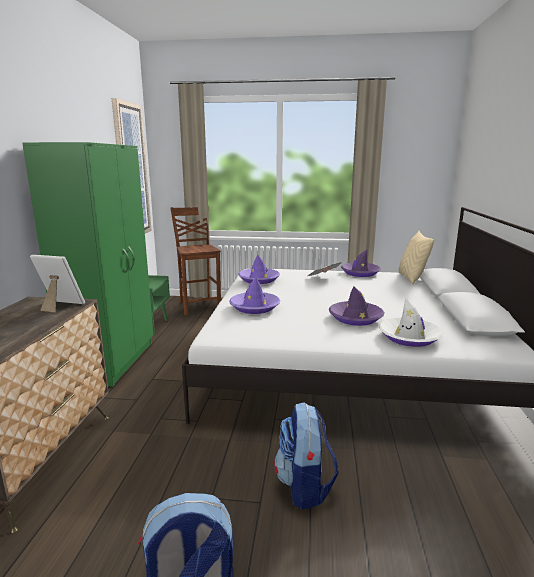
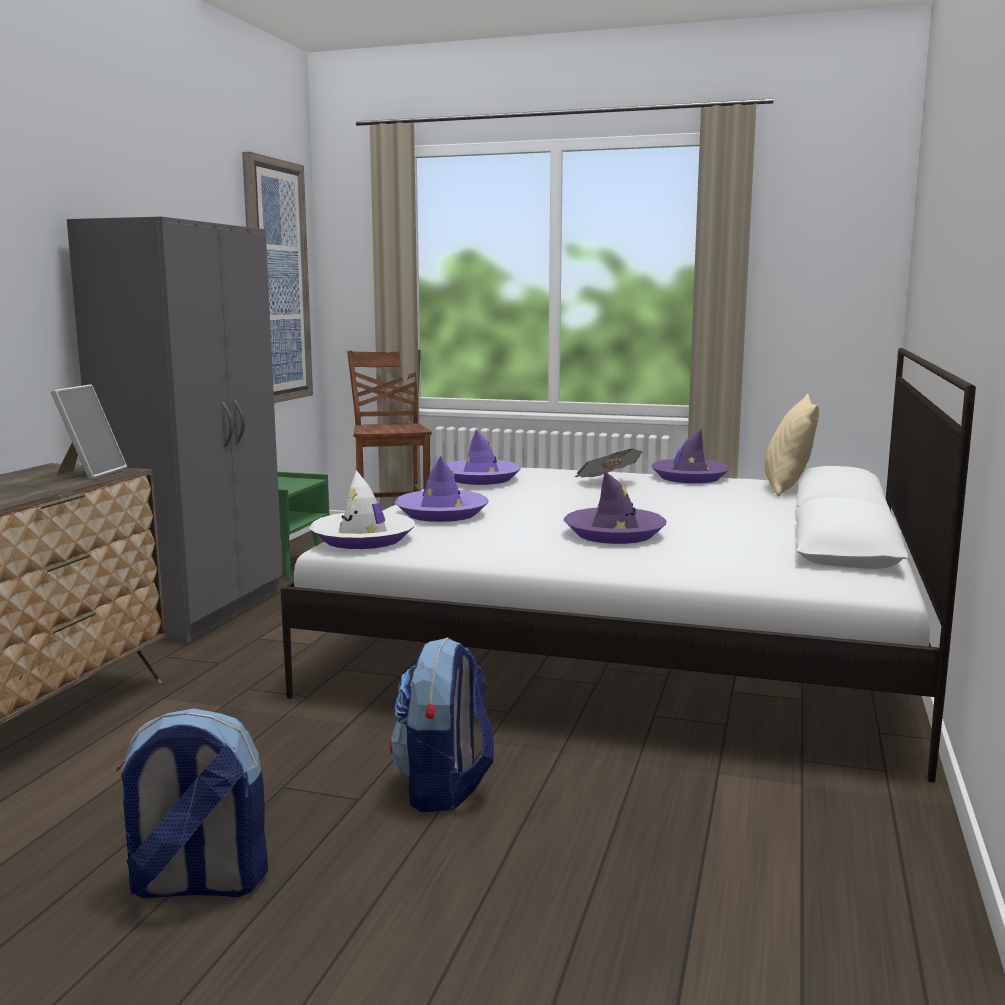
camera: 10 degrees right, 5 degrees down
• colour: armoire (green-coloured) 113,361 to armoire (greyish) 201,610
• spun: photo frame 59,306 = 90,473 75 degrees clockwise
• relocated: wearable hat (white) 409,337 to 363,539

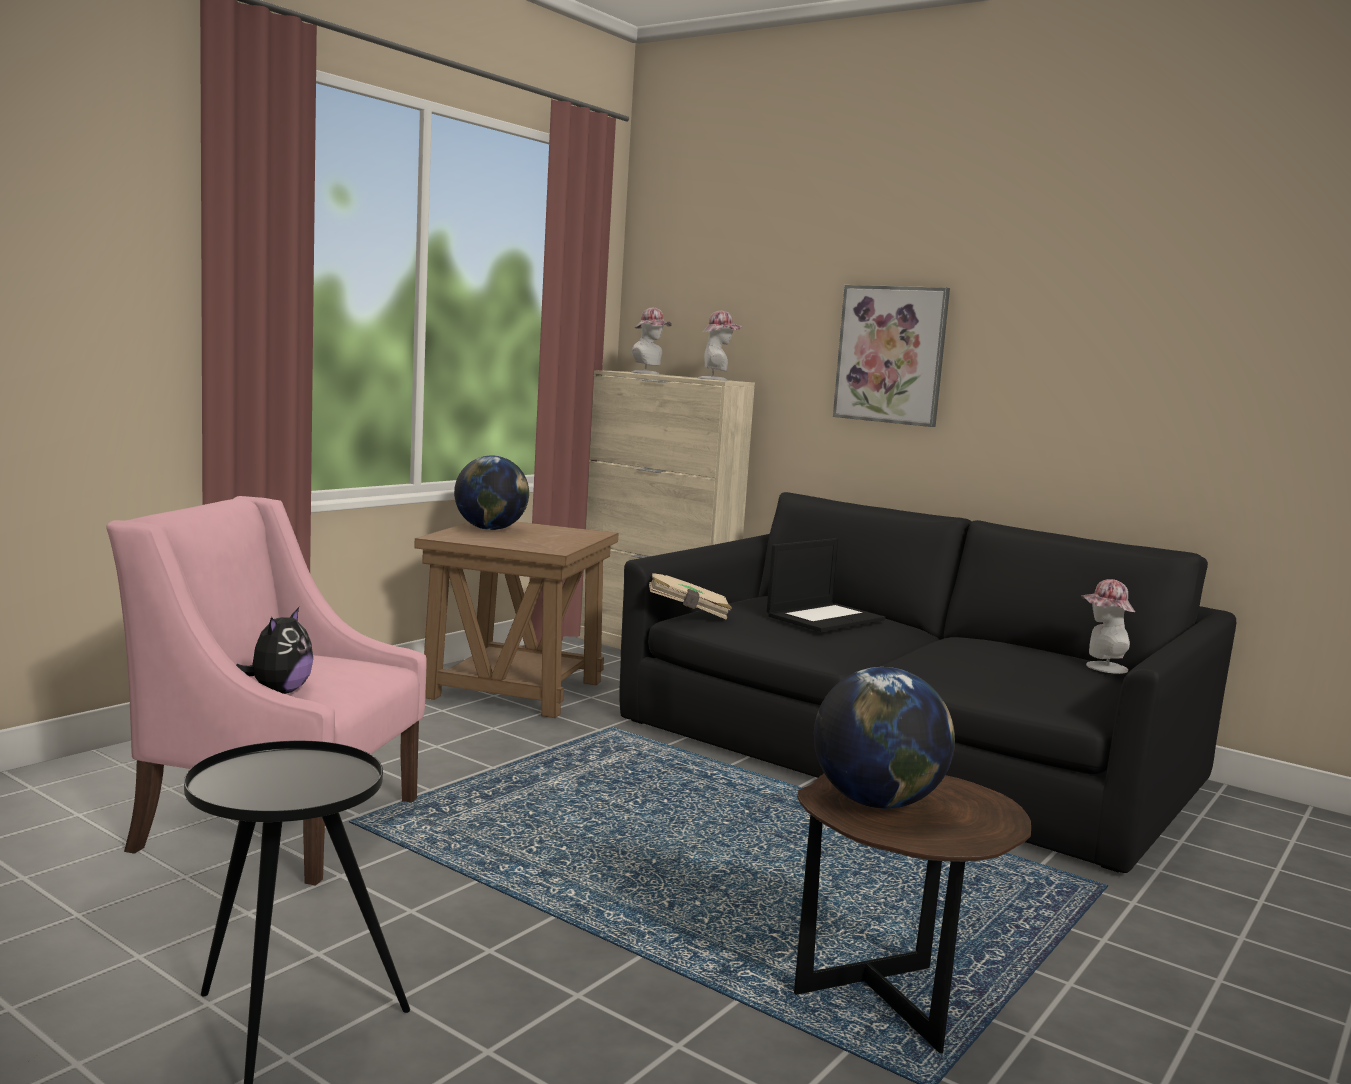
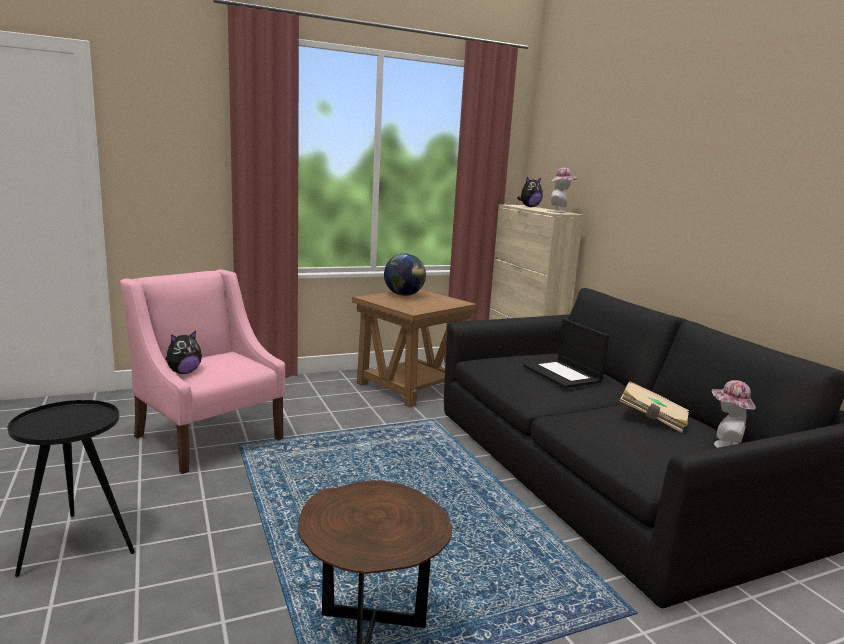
camera: 30 degrees right, 5 degrees up
• exchanged: wearable hat 649,373 to plush toy 529,207
• relocated: bound book (beige) 687,612 to 652,419
• spun: laptop 825,617 = 563,374 75 degrees clockwise
• missing: world globe 877,803
• missing: picture 891,354

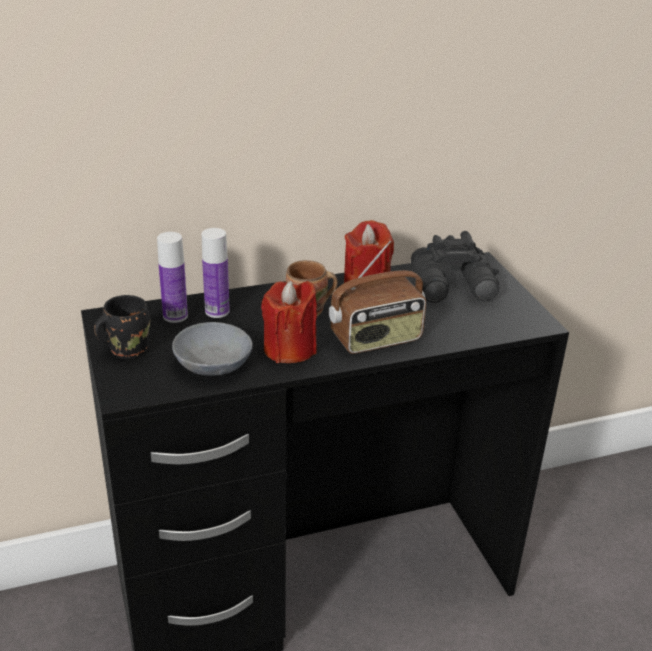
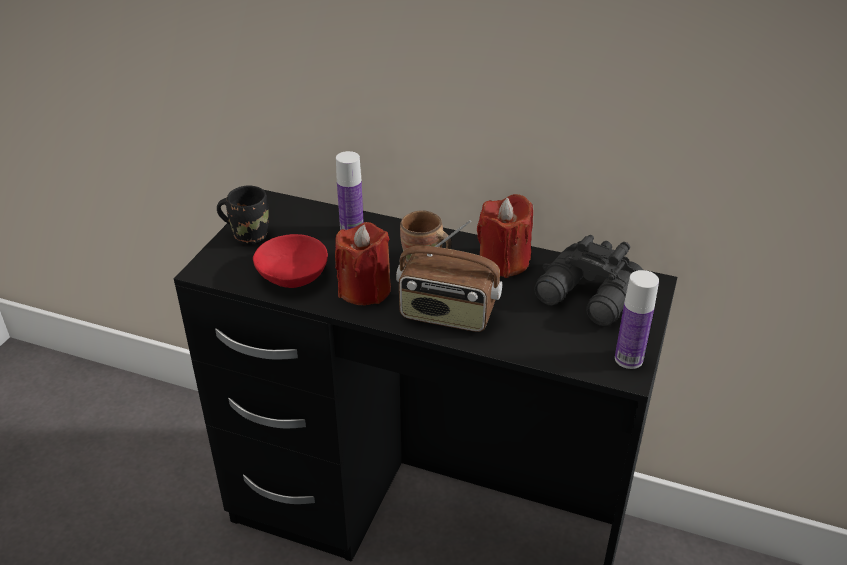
camera: 40 degrees right, 5 degrees up
• relocated: bottle 175,316 to 628,359
• colour: serving bowl (greyish) 215,363 to serving bowl (red) 295,275

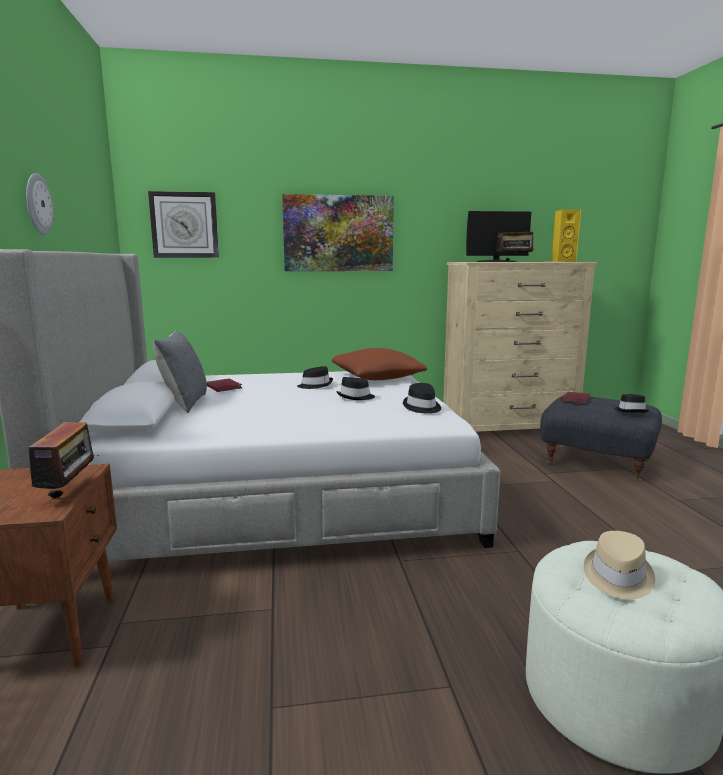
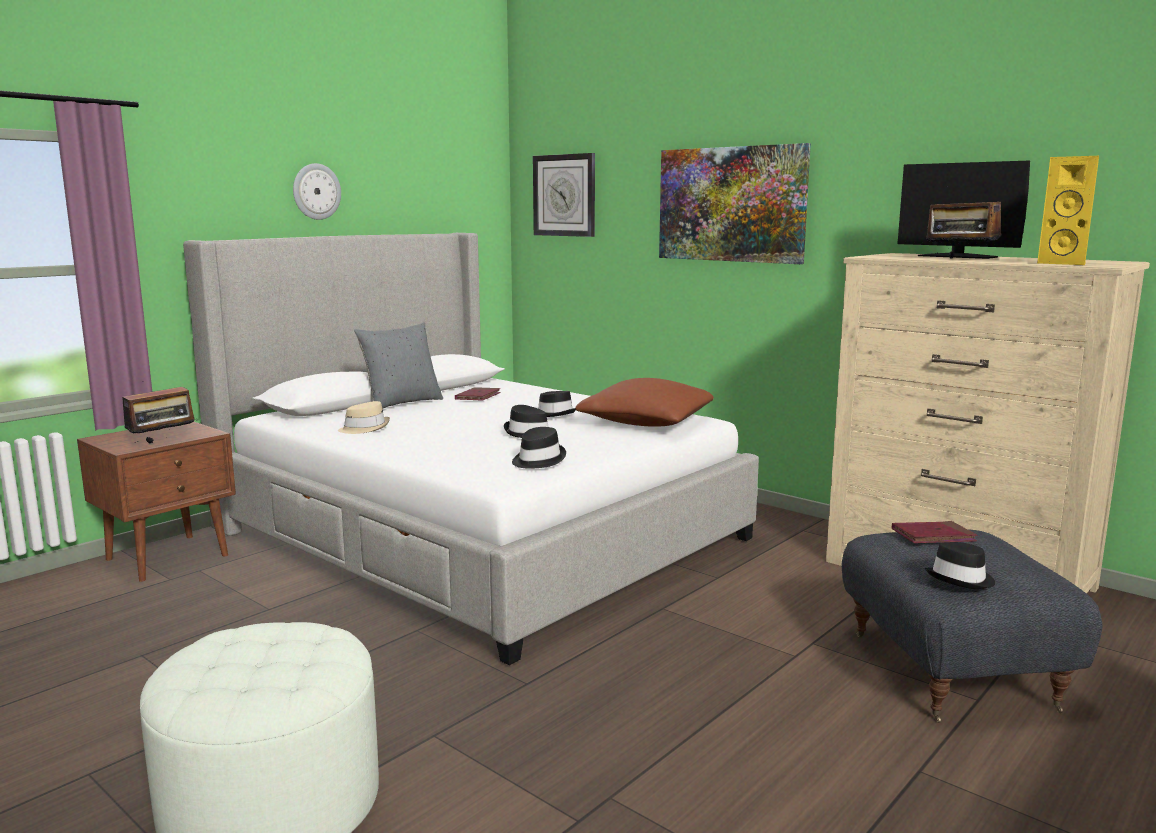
camera: 50 degrees right, 0 degrees up
• relocated: wearable hat (beige) 617,576 to 364,428

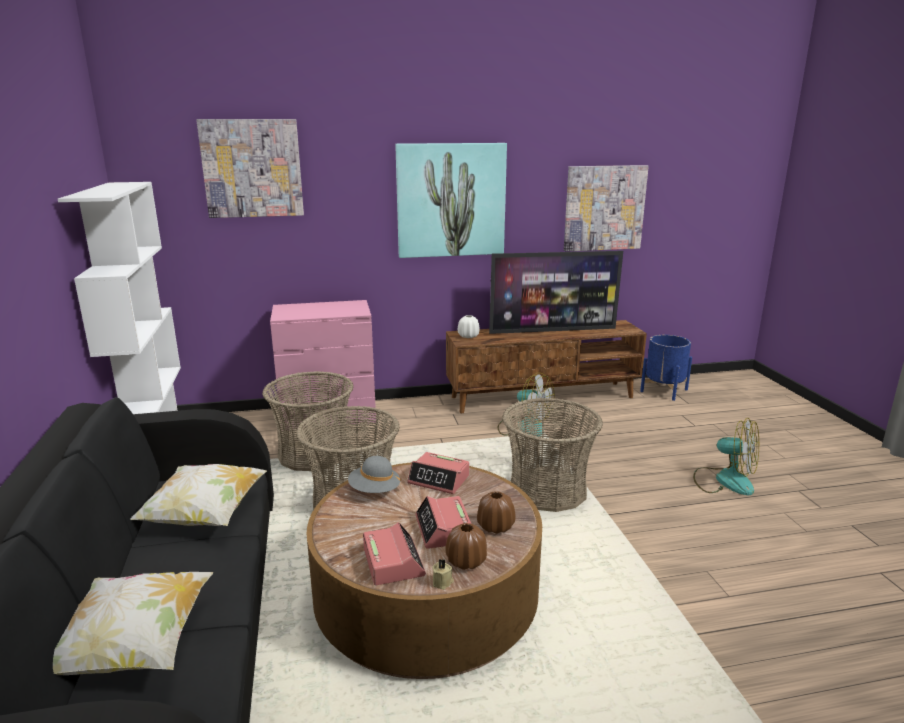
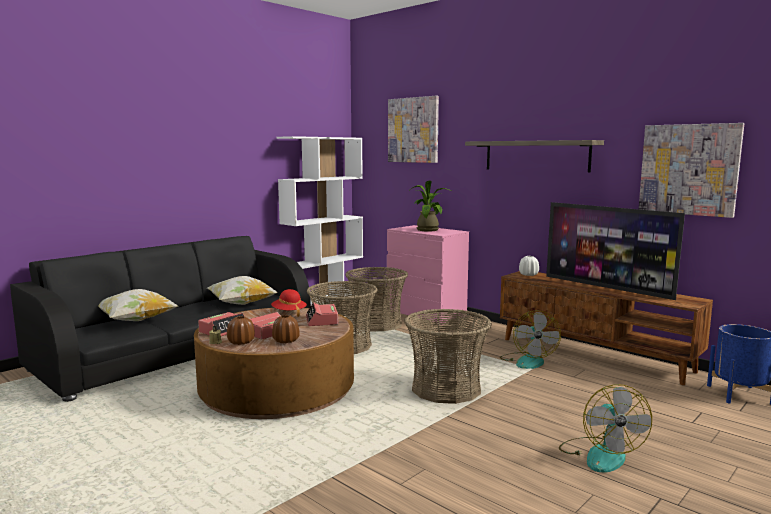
camera: 55 degrees right, 10 degrees down
• colour: wearable hat (greyish) 374,491 to wearable hat (red) 289,313
• exchanged: picture 451,200 to shelf 536,156
• appeared: houseplant 428,229

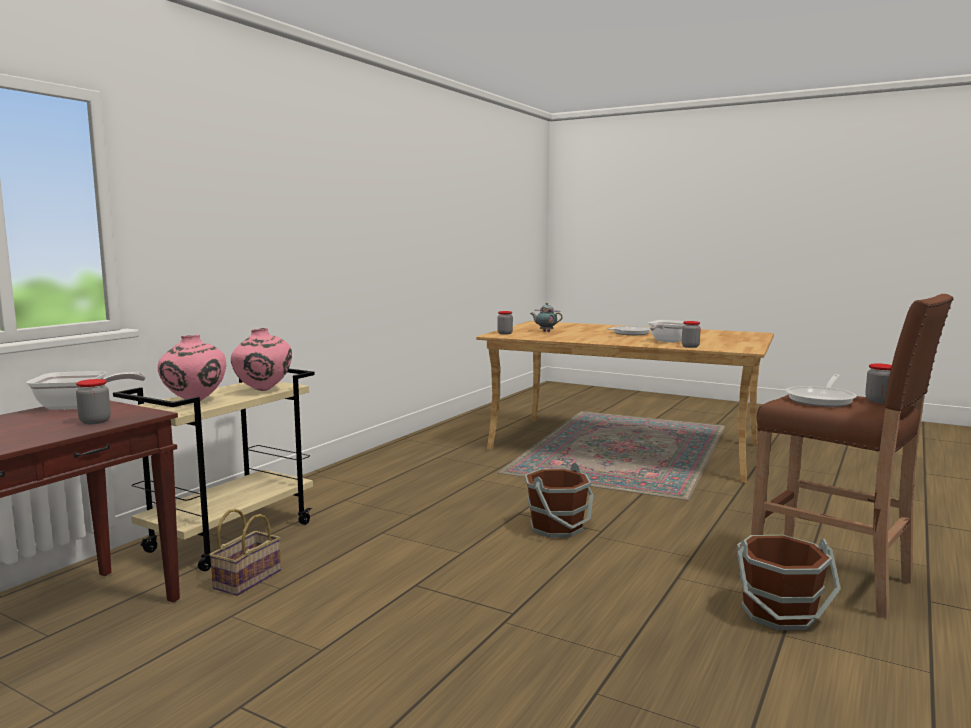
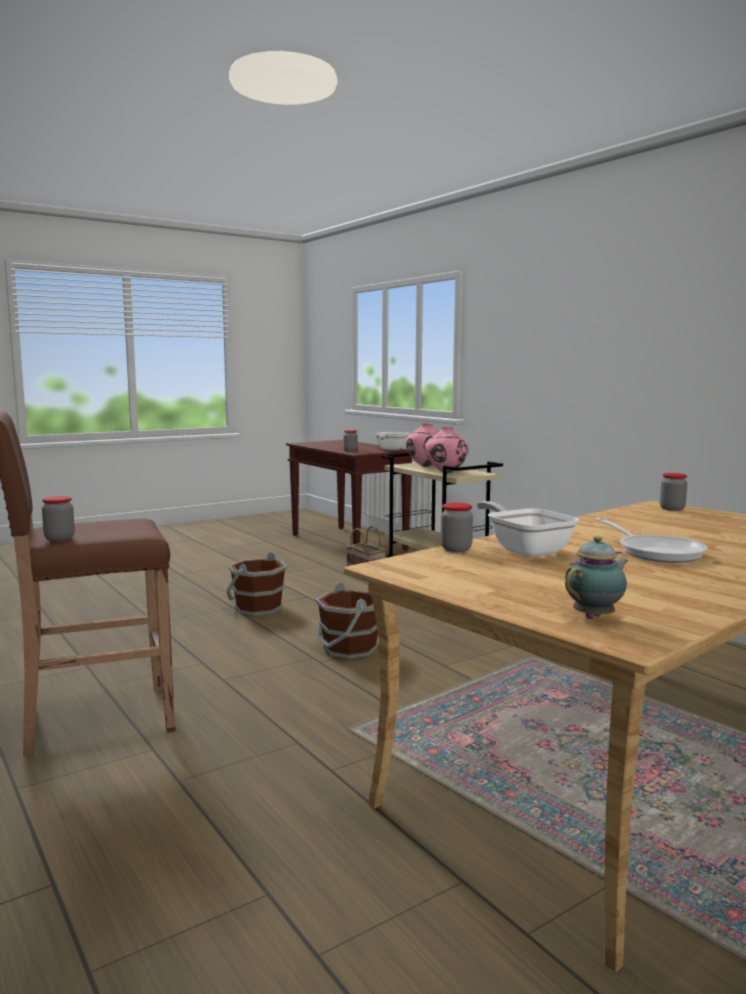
camera: 115 degrees right, 0 degrees up
• relocated: tea pot 545,331 to 595,616
• relocated: water bucket (brownish) 780,614 to 257,608
• missing: frying pan 822,399

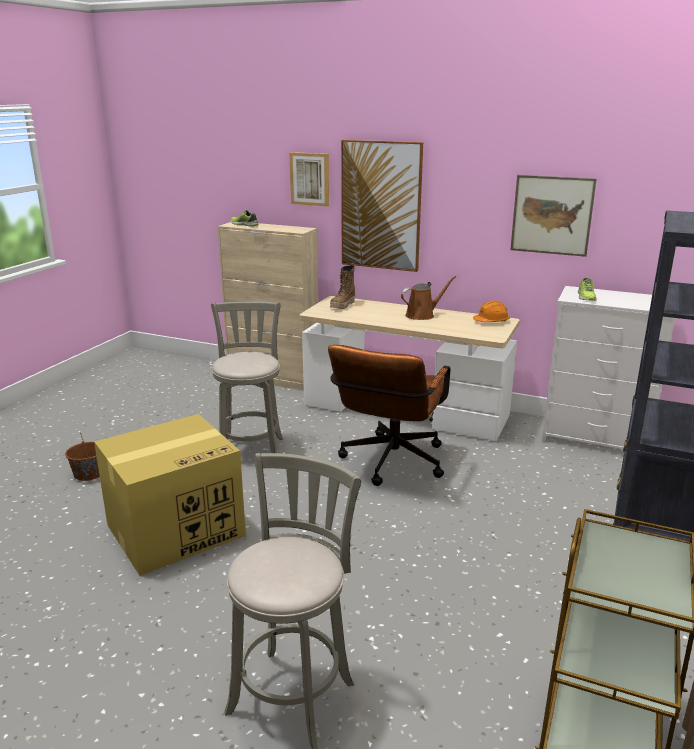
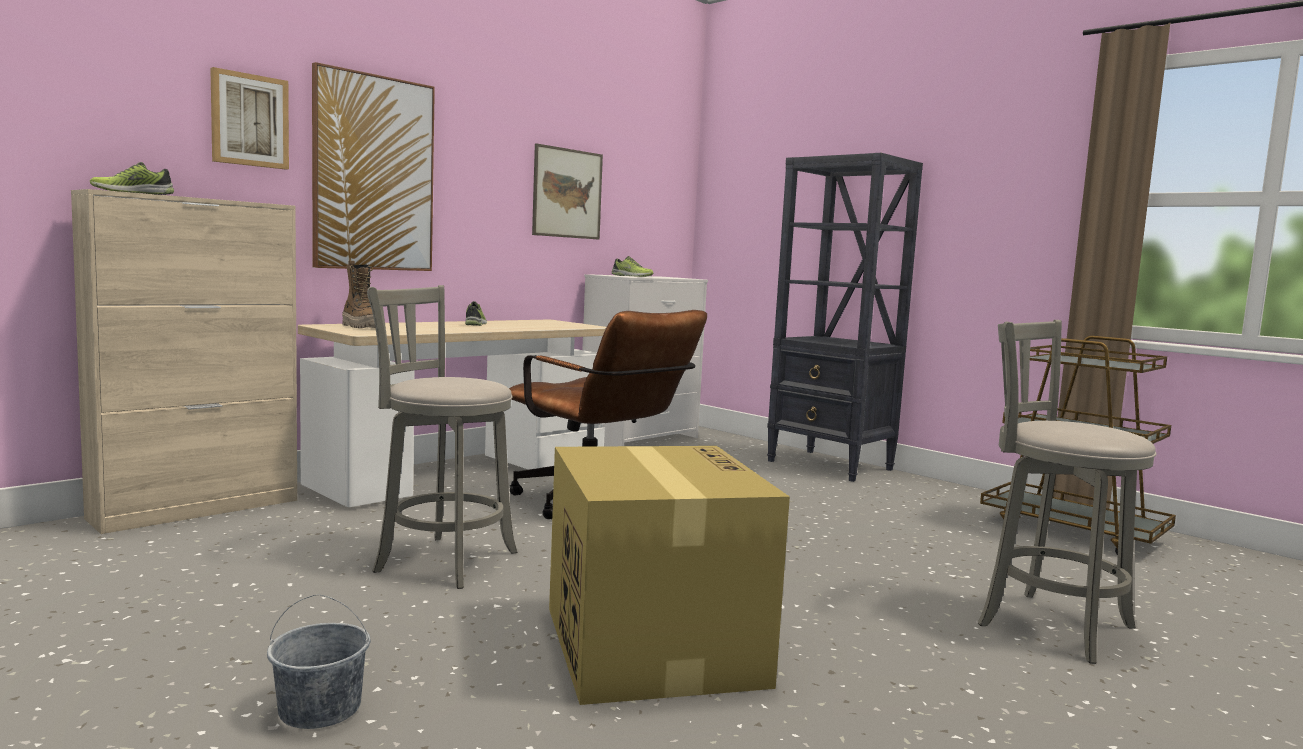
camera: 70 degrees left, 15 degrees down
• colour: water bucket (brownish) 89,473 to water bucket (greyish) 321,709
• exchanged: watering can (brownish) 422,315 to item of footwear 475,324
• missing: safety helmet (orange-coloured) 491,321

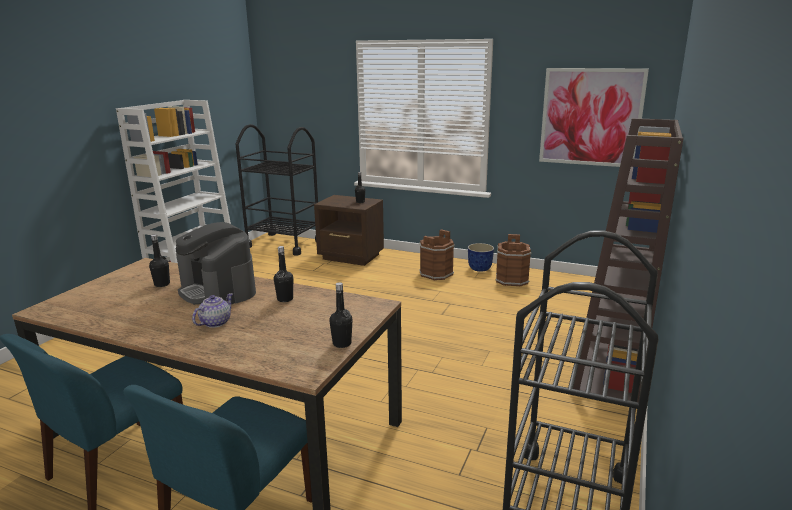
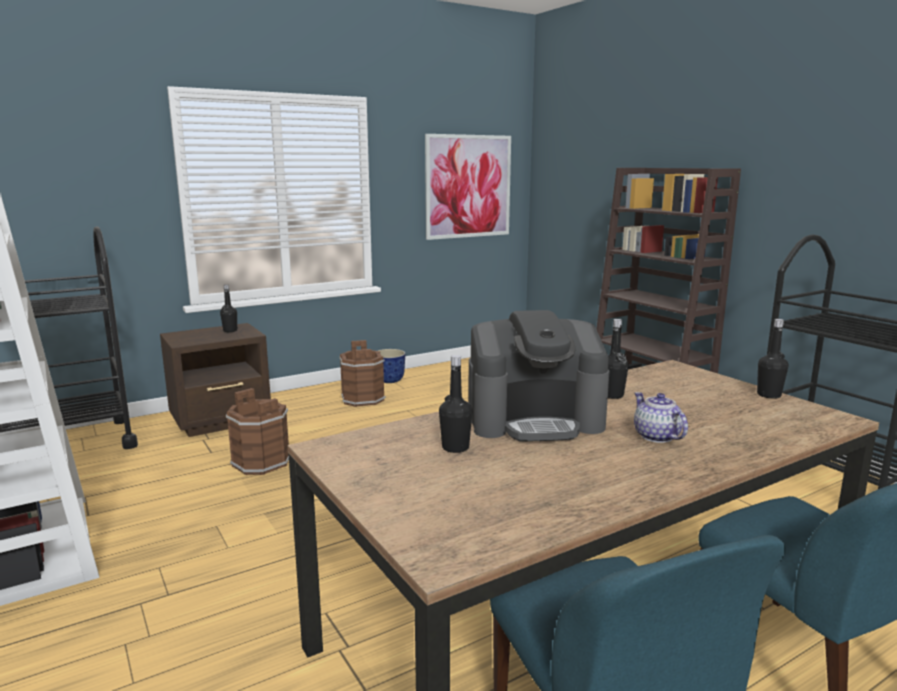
camera: 55 degrees left, 5 degrees down
• relocated: water bucket (brownish) 512,280 to 261,462

